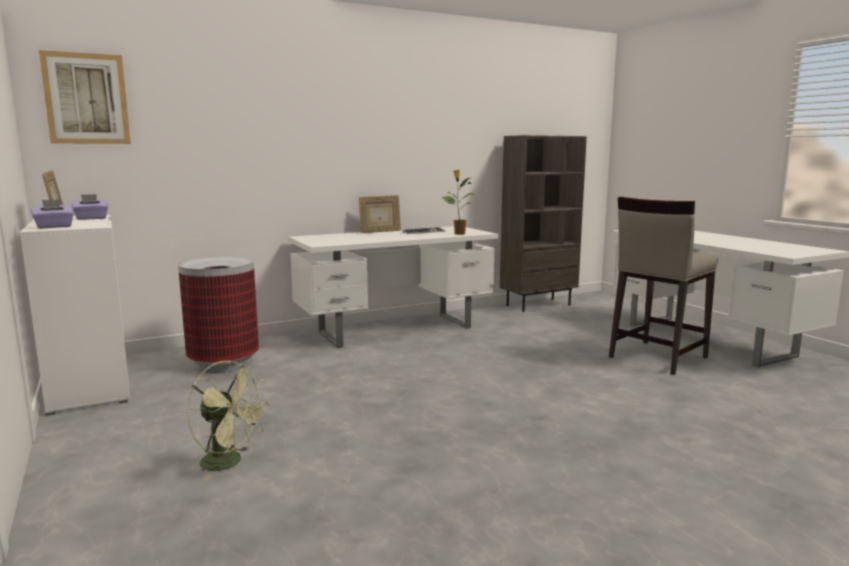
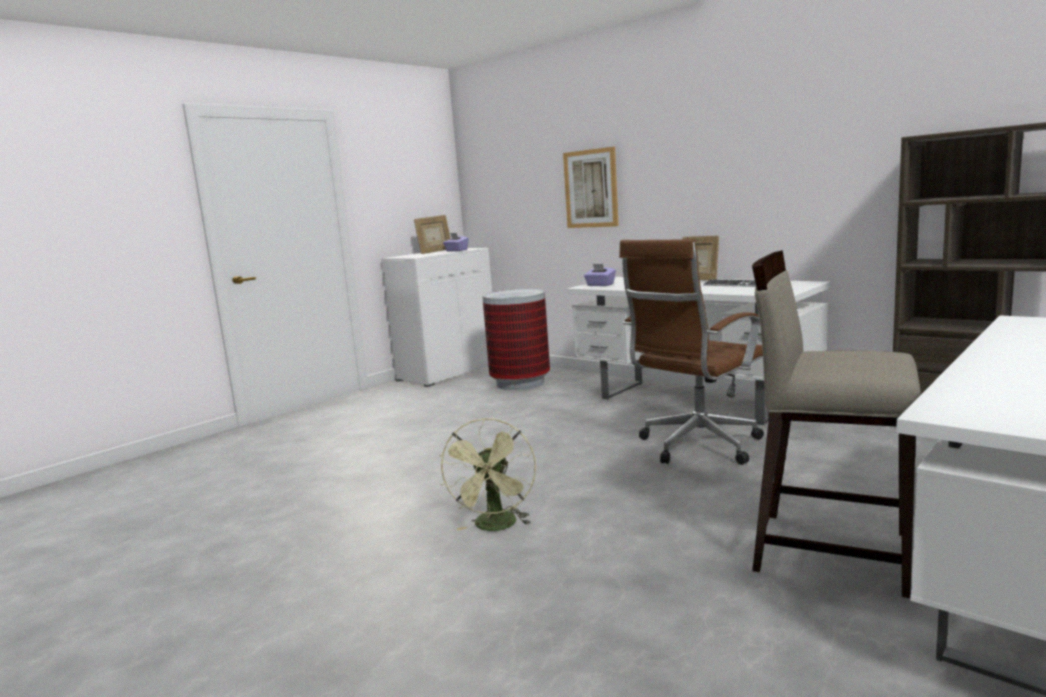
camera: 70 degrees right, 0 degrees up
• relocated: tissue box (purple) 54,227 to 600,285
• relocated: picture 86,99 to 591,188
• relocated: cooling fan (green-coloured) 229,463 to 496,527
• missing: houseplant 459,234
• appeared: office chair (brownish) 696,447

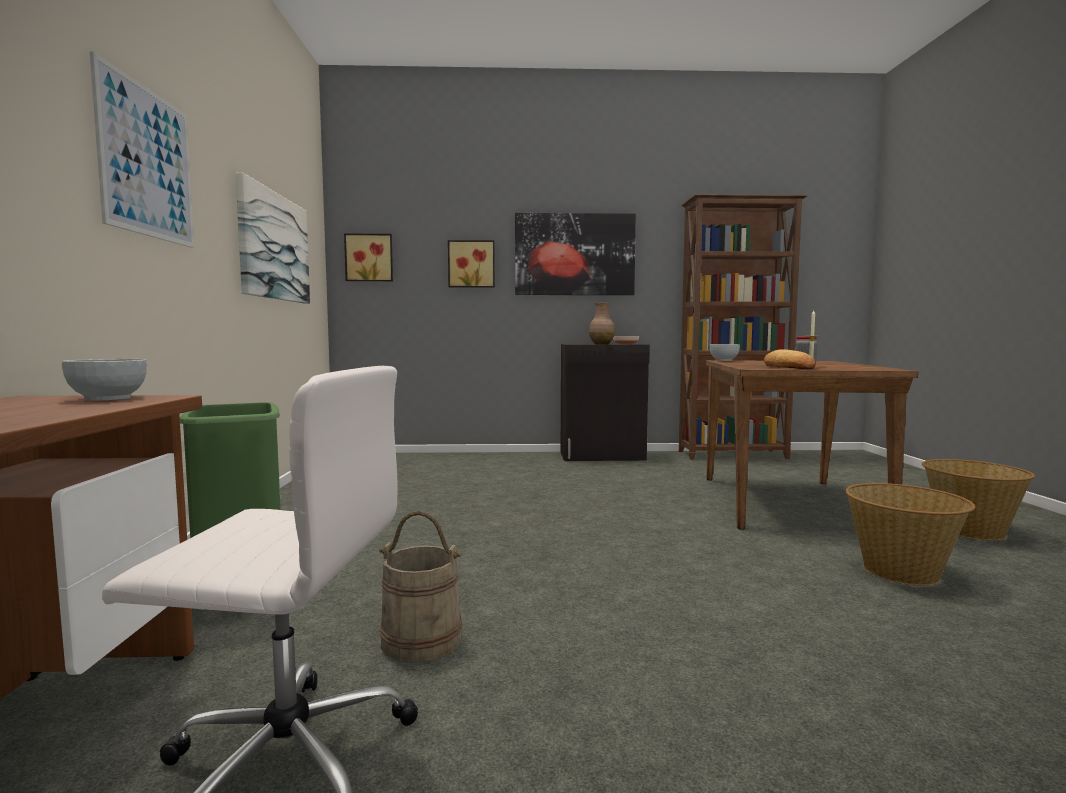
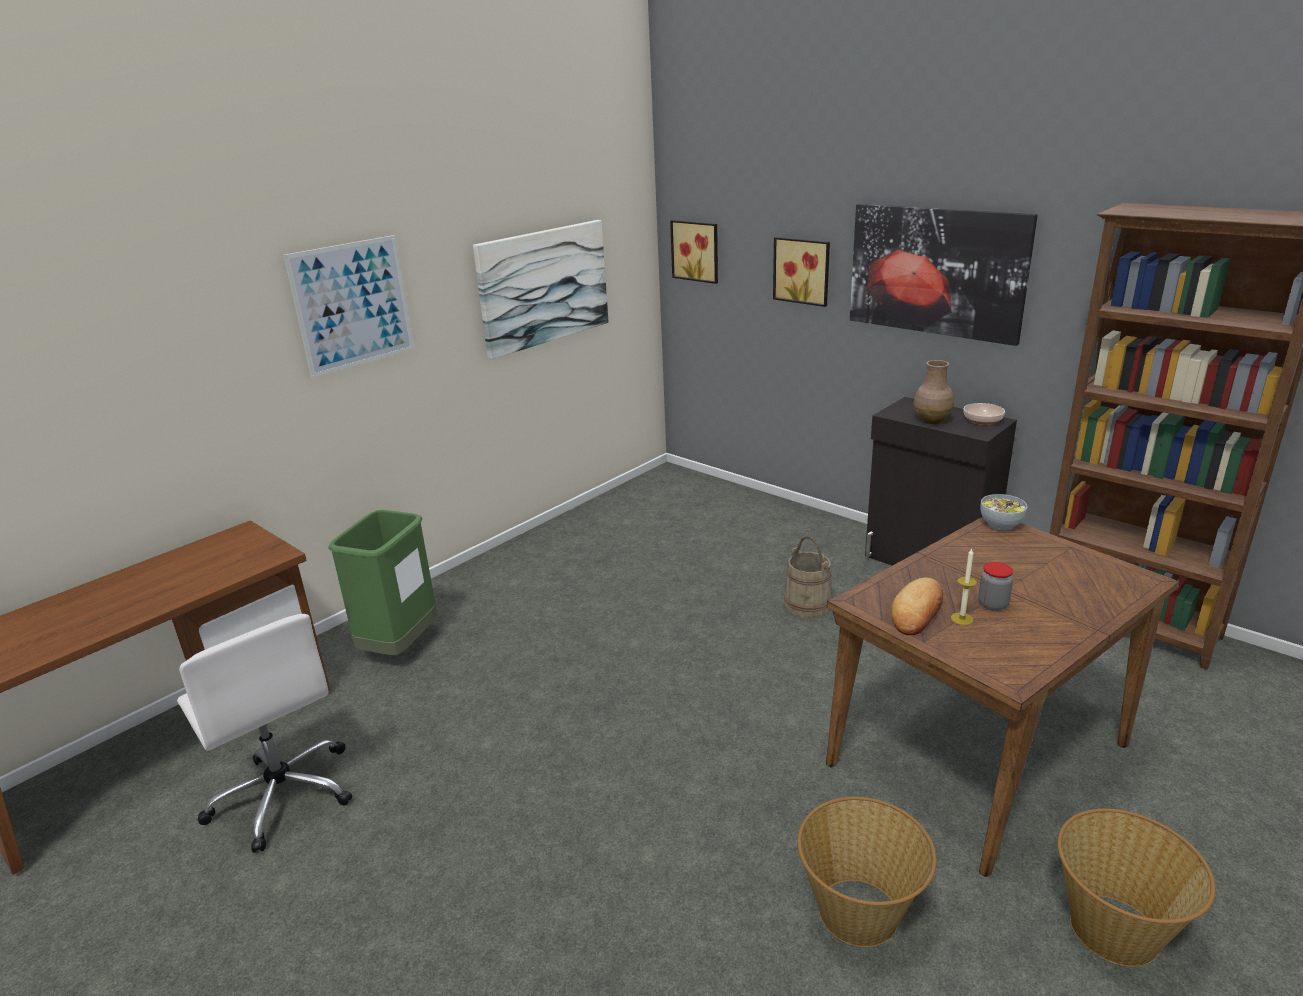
camera: 45 degrees right, 20 degrees up
• missing: serving bowl 107,398
• relocated: water bucket (beige) 422,639 to 808,604

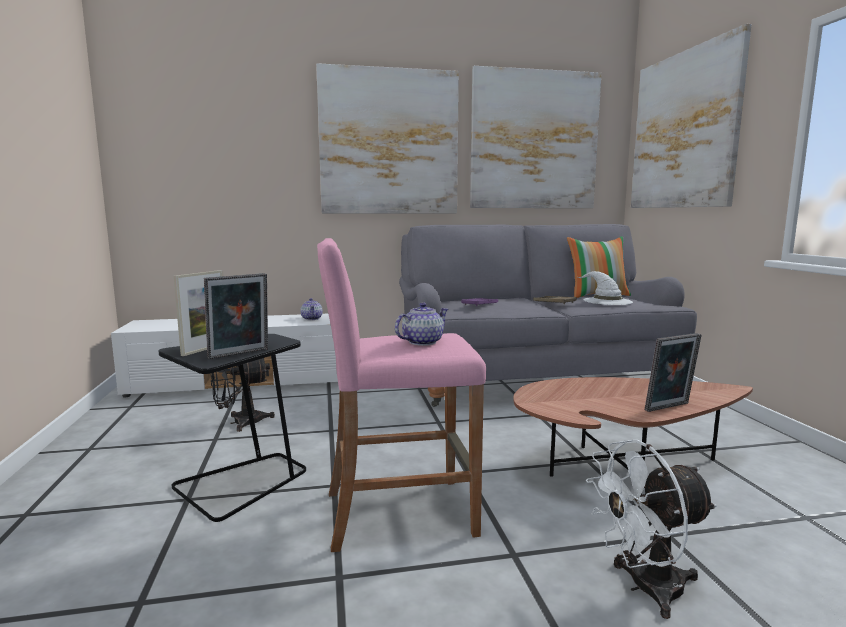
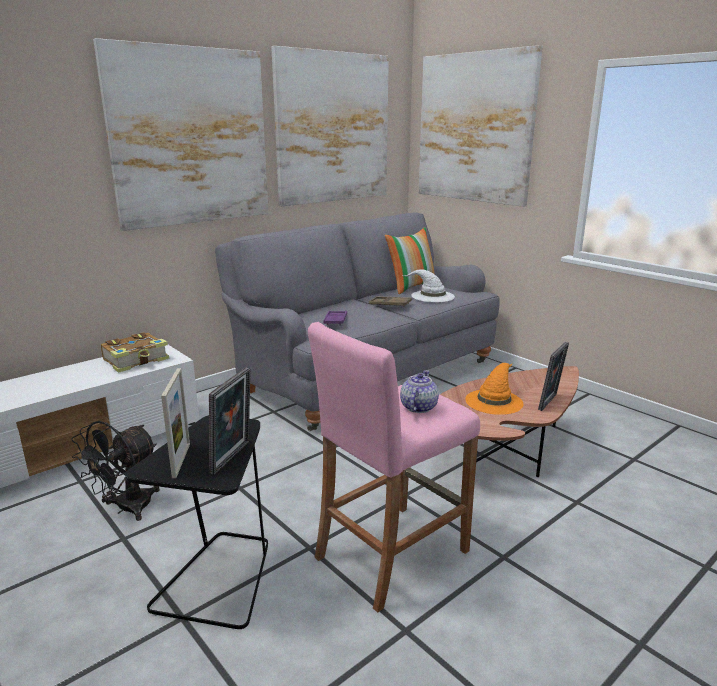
camera: 30 degrees left, 10 degrees up
• exchanged: tea pot 312,318 to bound book 137,360
• missing: cooling fan (white) 644,588
• appeared: wearable hat (orange-coloured) 494,401

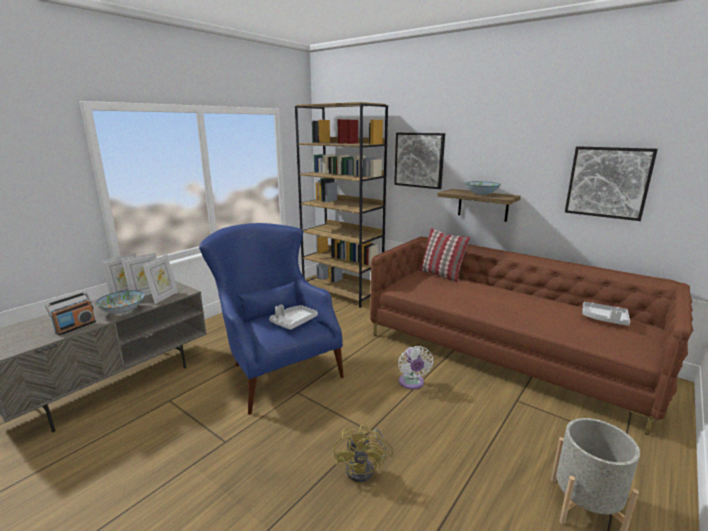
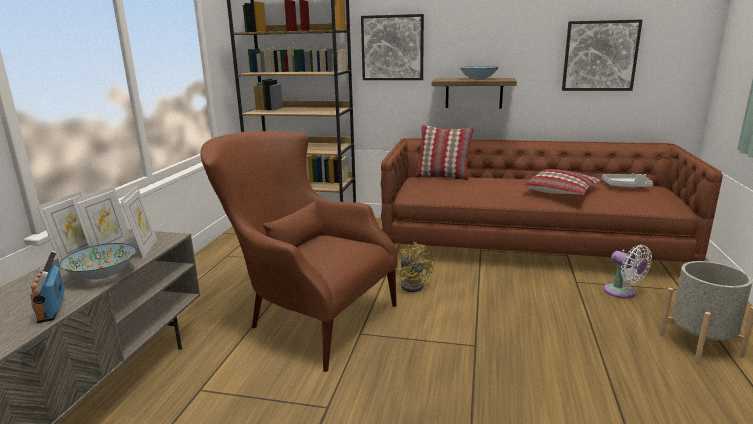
camera: 25 degrees left, 0 degrees up
• spun: radio set 75,327 = 51,308 150 degrees clockwise
• colour: easy chair (blue-coloured) 275,366 to easy chair (brownish) 305,316
• missing: serving tray (greyish) 293,322
• relocated: cooling fan (yellow-coloured) 364,468 to 414,285
• relocated: cooling fan (white) 412,383 to 622,292
• appeared: throw pillow 562,191

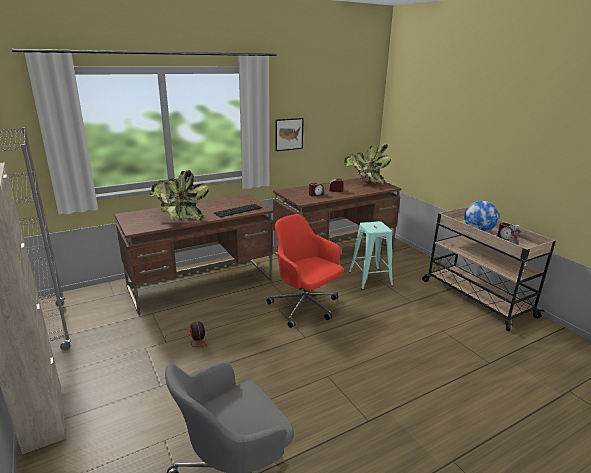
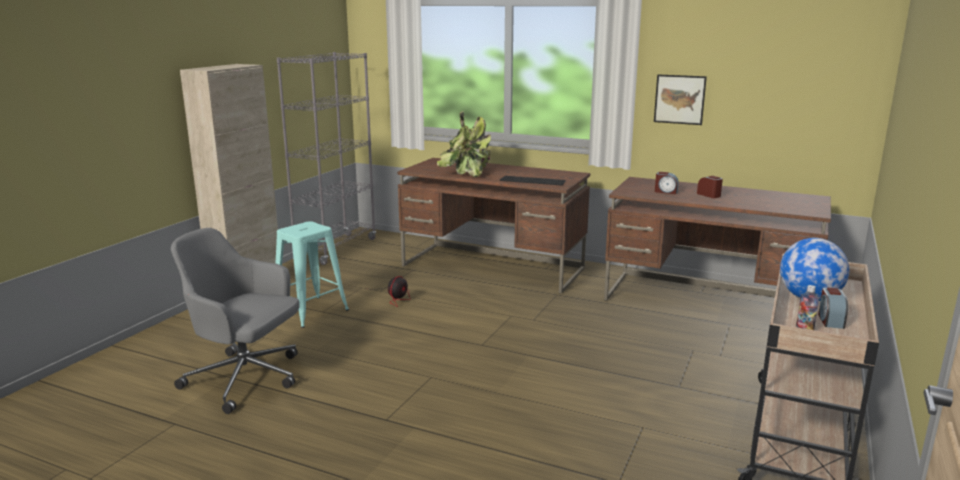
camera: 55 degrees right, 5 degrees down
• missing: office chair (red) 305,307
• missing: houseplant 365,183
• relocated: stool seat (turquoise) 370,279 to 310,312

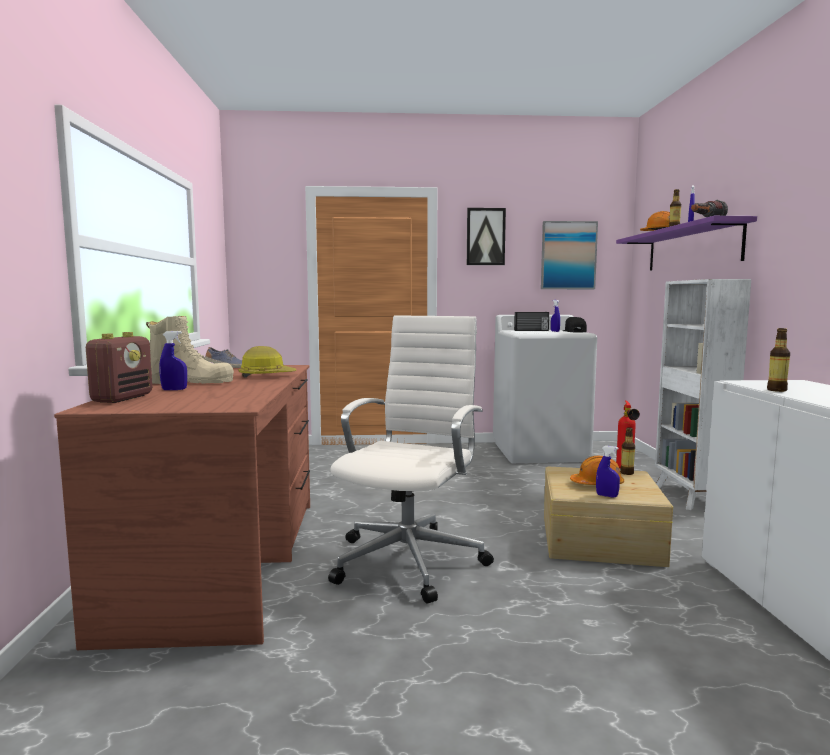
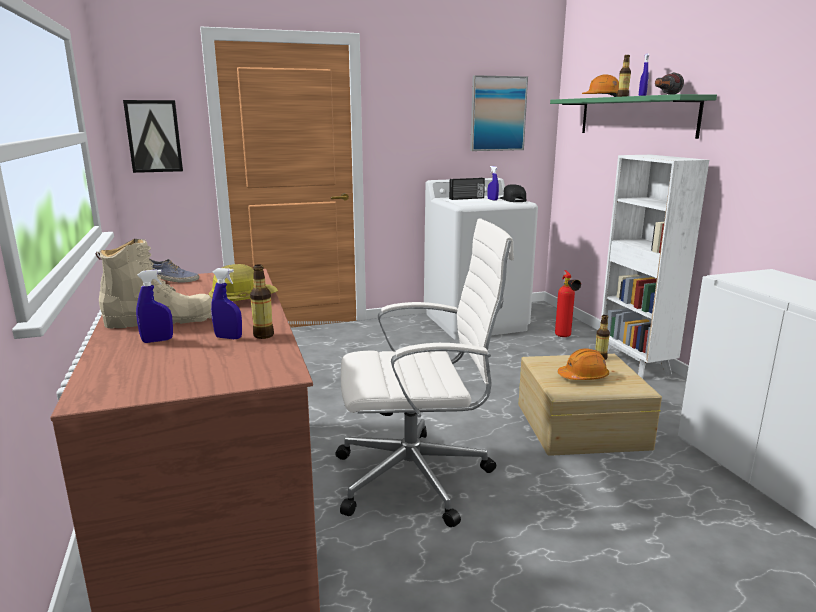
camera: 15 degrees left, 10 degrees up
• missing: radio set 122,398
• spun: office chair (white) 411,559 = 417,477 75 degrees clockwise
• relocated: picture 485,237 to 154,136
• relocated: spray bottle (blue-coloured) 607,496 to 228,338
• colour: shelf (purple) 691,248 to shelf (green-coloured) 635,116
• relocated: bottle 776,390 to 263,335

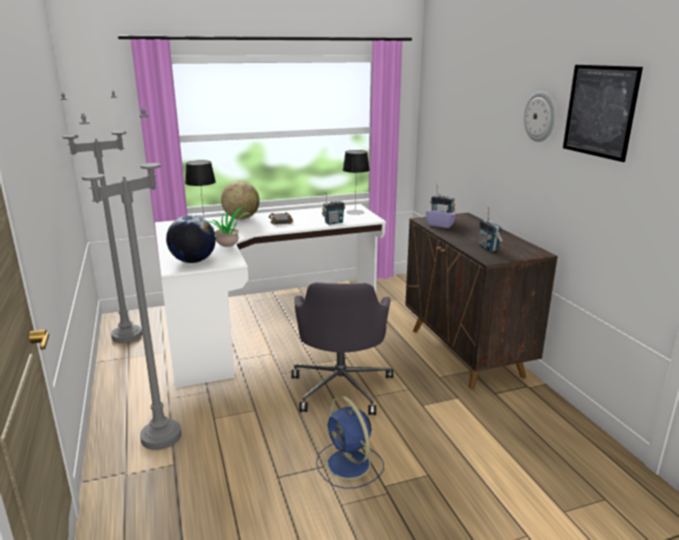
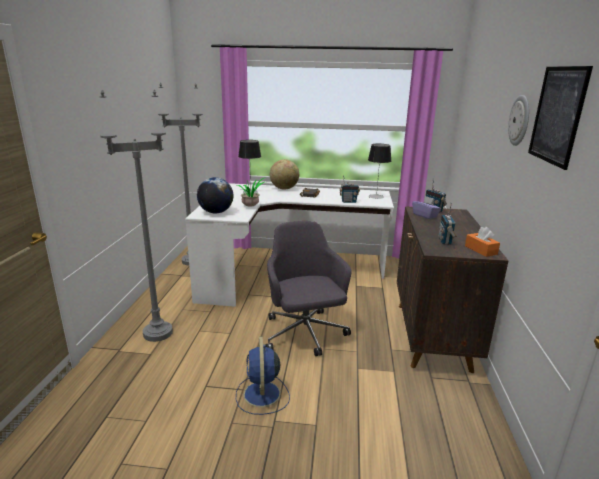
camera: 25 degrees right, 0 degrees up
• spun: office chair (greyish) 341,386 = 304,334 135 degrees clockwise
• appeared: tissue box (orange-coloured) 480,250

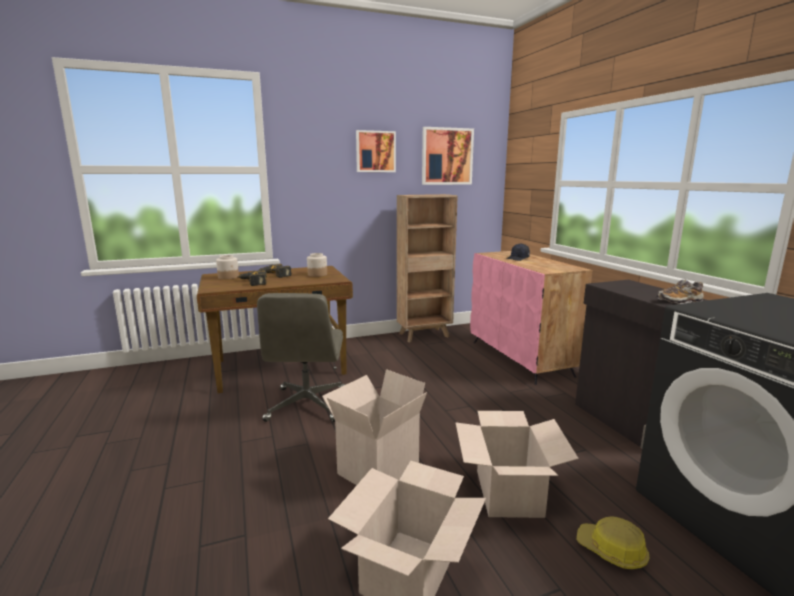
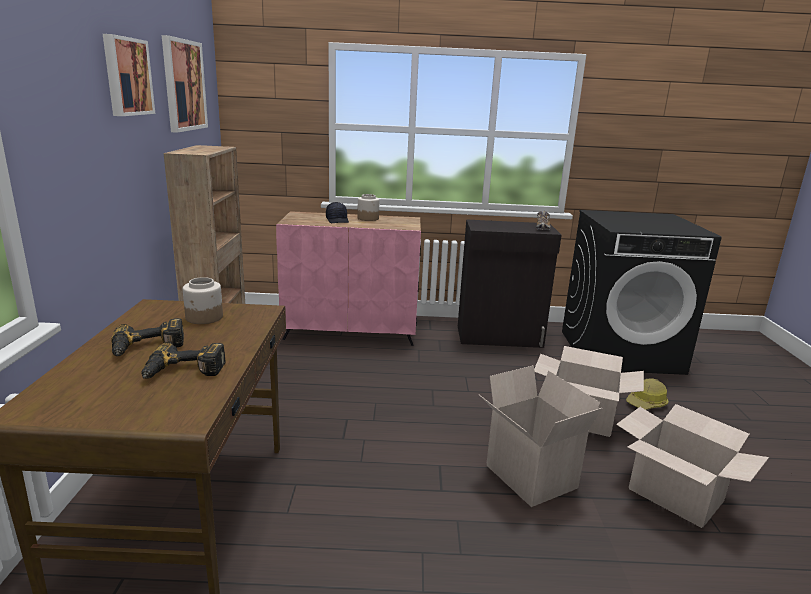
camera: 70 degrees left, 5 degrees up
• relocated: preserve jar 228,277 to 368,218
• missing: office chair (greyish) 307,405

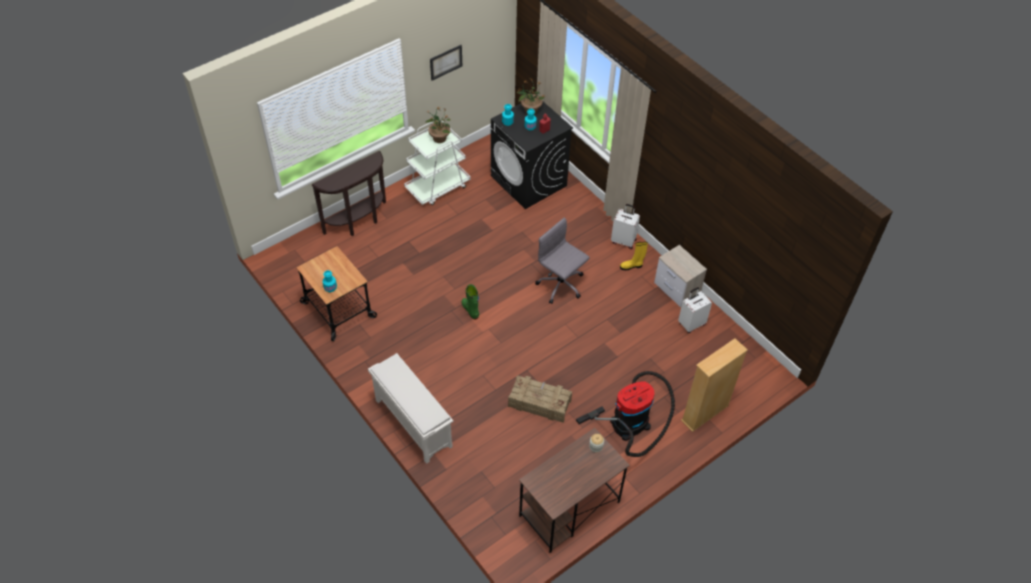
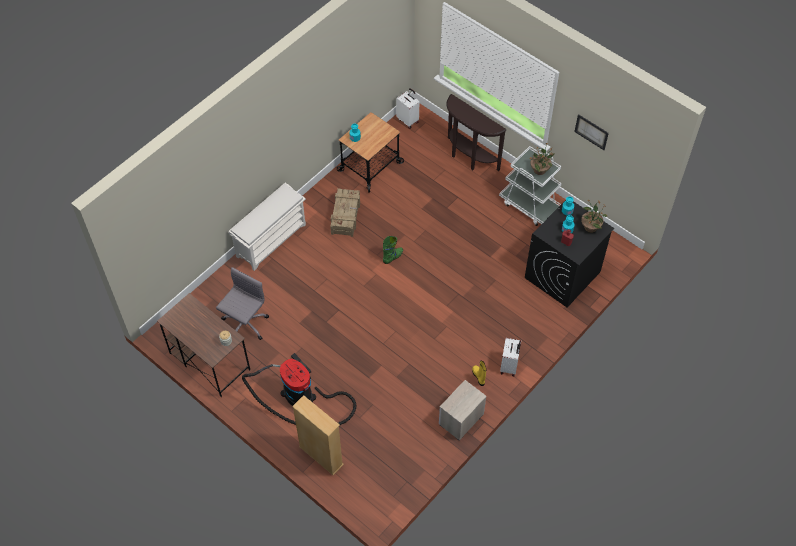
camera: 80 degrees right, 5 degrees up
• relocated: crate 539,403 to 346,216
• relocated: office chair (greyish) 561,285 to 245,324
• relocated: suitcase (white) 691,323 to 408,120

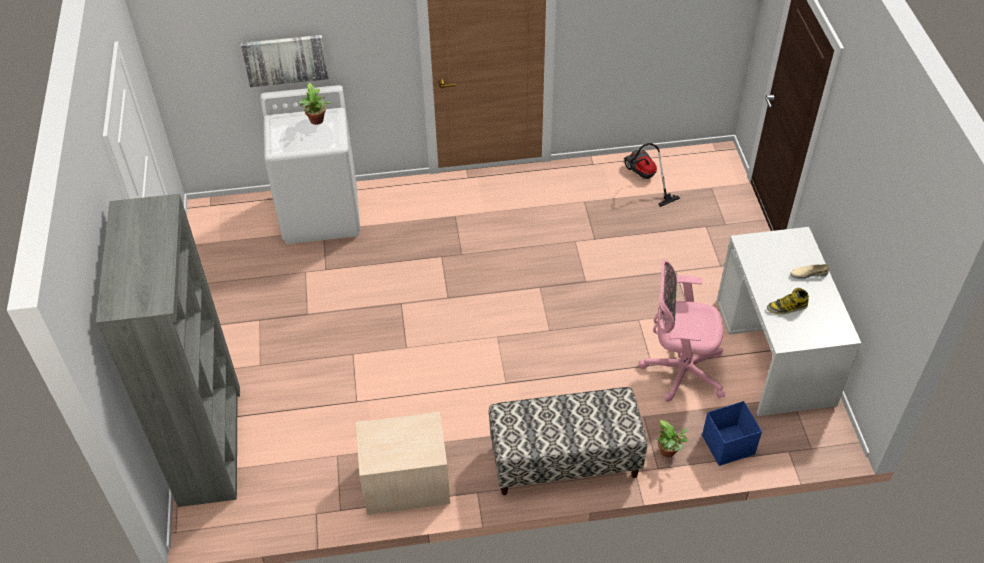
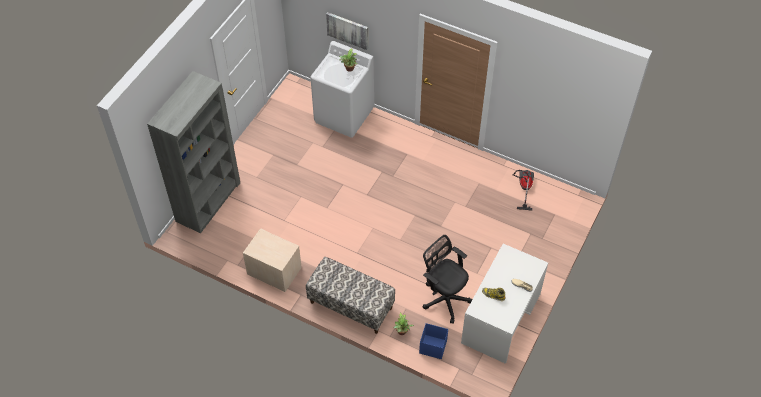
camera: 35 degrees right, 5 degrees up
• colour: office chair (pink) 679,370 to office chair (blackish) 444,298

